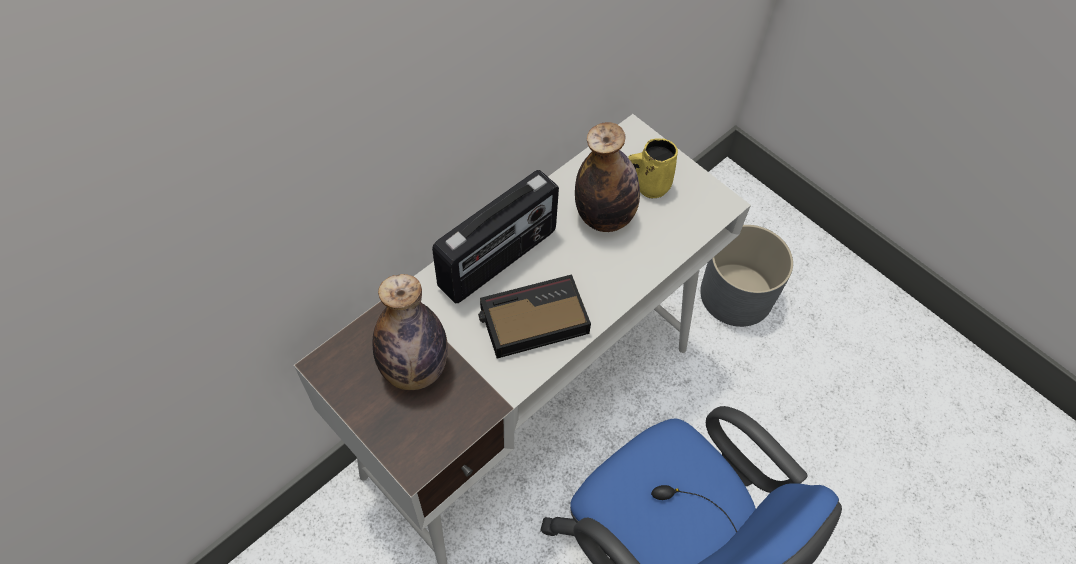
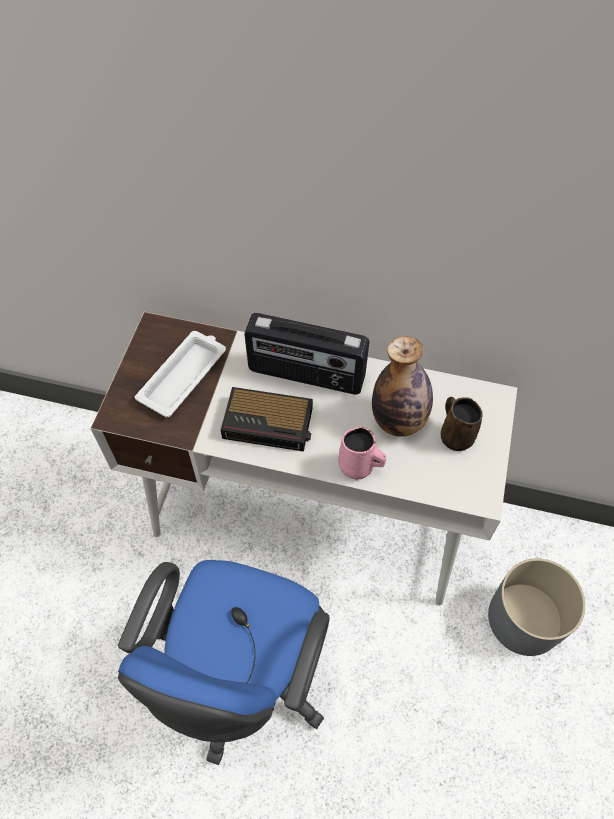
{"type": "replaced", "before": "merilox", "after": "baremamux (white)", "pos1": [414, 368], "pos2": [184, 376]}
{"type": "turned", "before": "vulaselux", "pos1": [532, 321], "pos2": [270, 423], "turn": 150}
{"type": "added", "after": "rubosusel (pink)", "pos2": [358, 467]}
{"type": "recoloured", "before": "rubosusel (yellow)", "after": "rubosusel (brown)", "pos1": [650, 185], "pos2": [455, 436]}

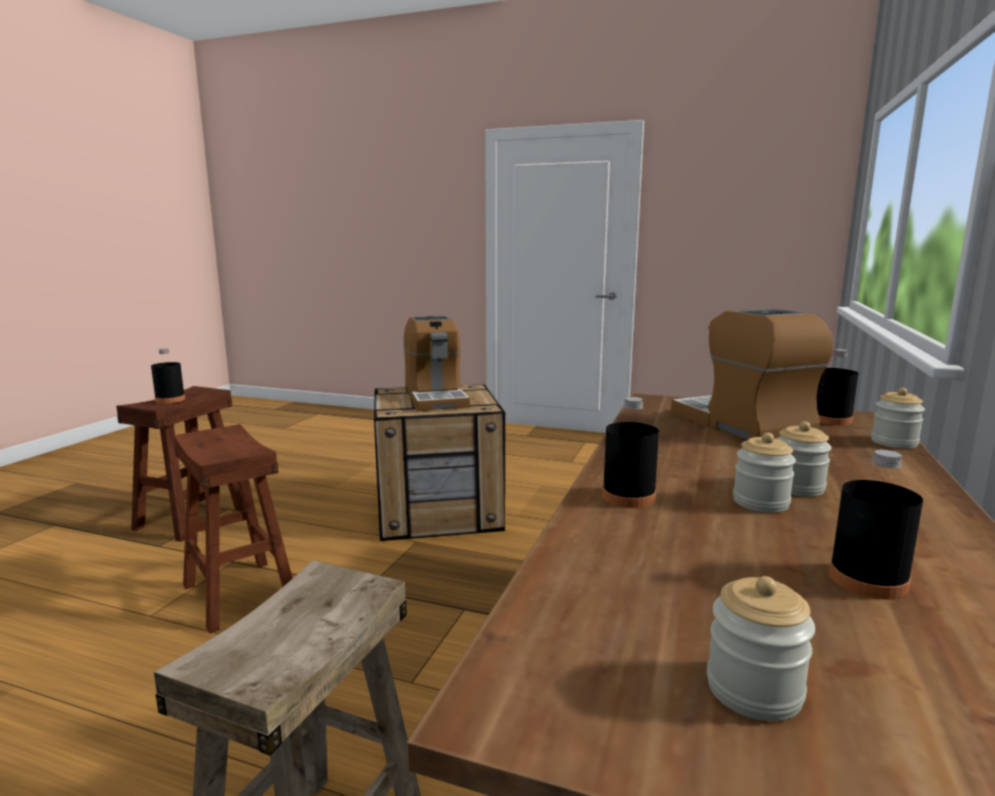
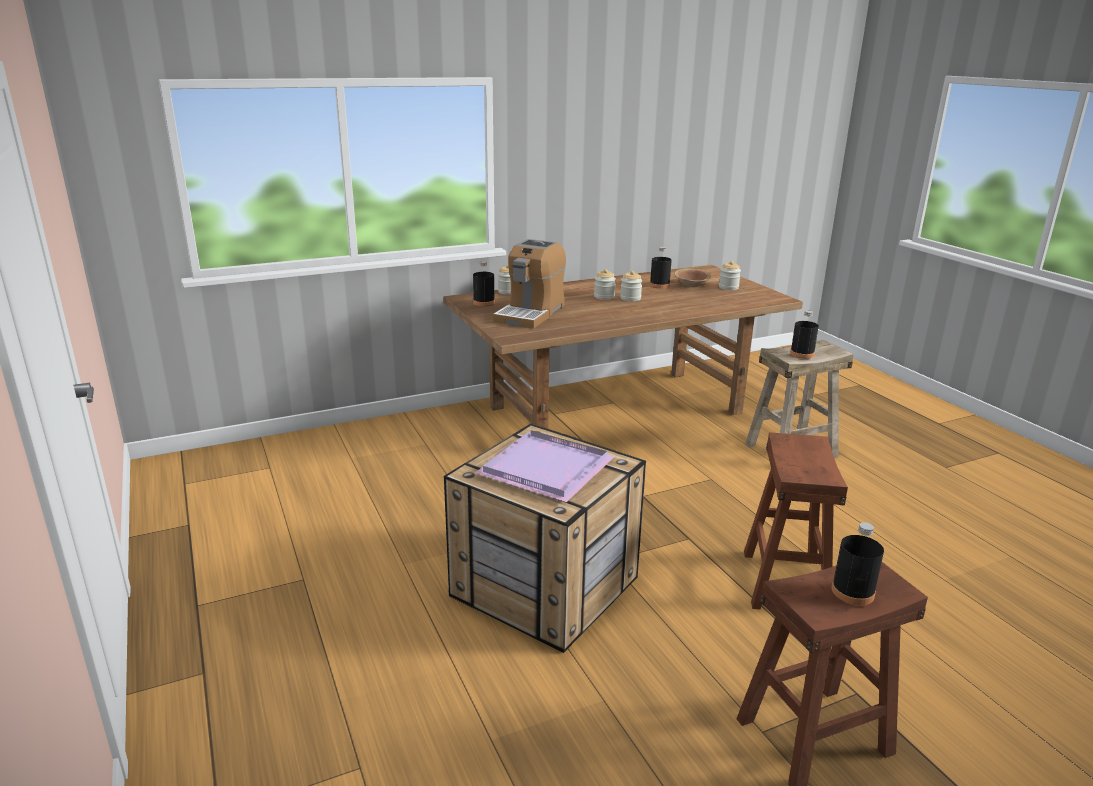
{"type": "replaced", "before": "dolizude", "after": "baremamux (purple)", "pos1": [435, 398], "pos2": [543, 469]}
{"type": "added", "after": "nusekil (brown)", "pos2": [691, 285]}
{"type": "moved", "before": "merilox (black)", "pos1": [628, 497], "pos2": [802, 354]}

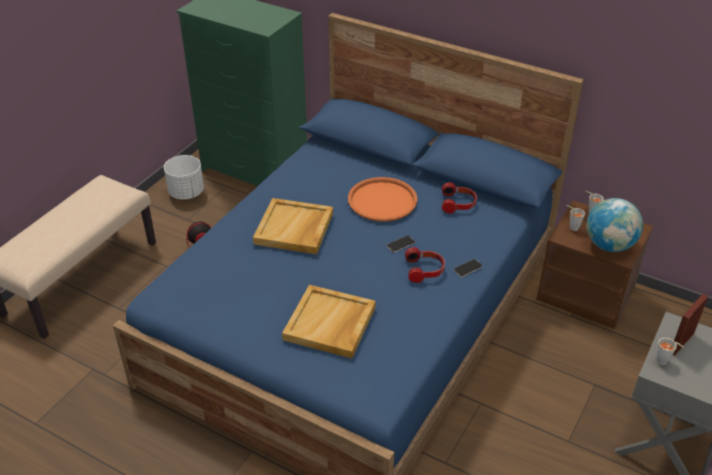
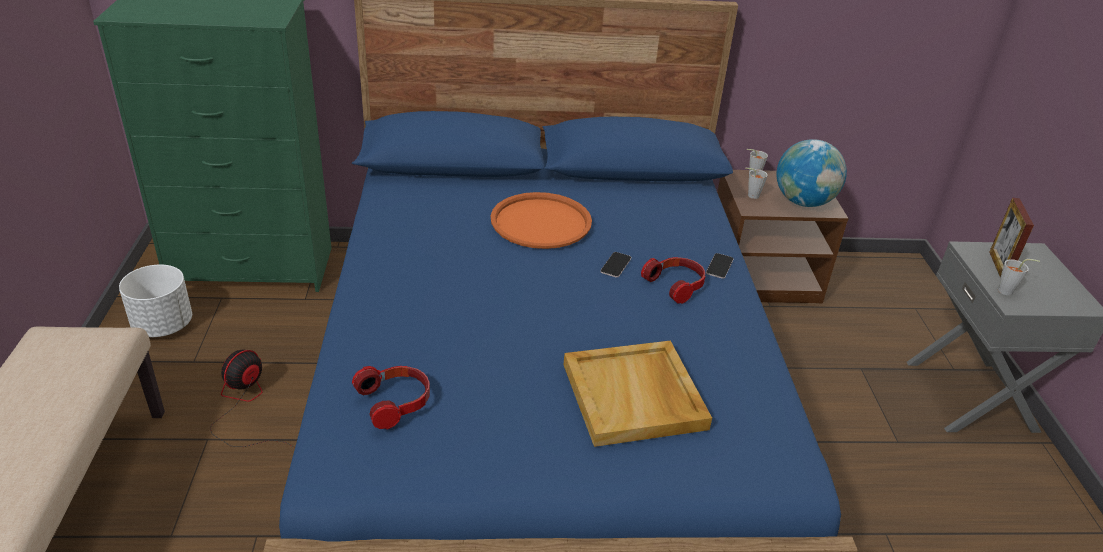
{"type": "moved", "before": "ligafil", "pos1": [458, 204], "pos2": [396, 402]}
{"type": "removed", "before": "baremamux (beige)", "pos1": [294, 229]}

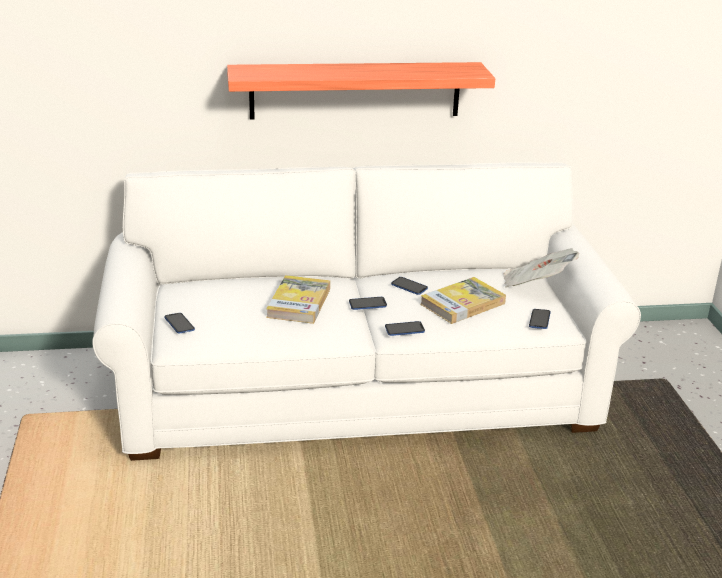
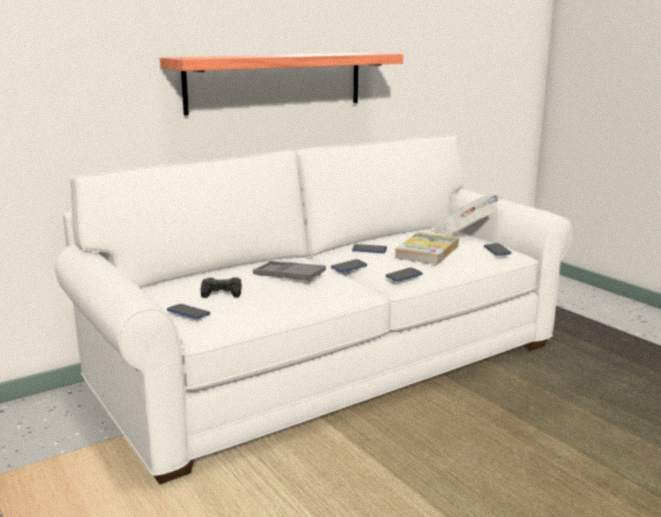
{"type": "added", "after": "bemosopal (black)", "pos2": [221, 293]}
{"type": "replaced", "before": "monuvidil", "after": "baremamux (grey)", "pos1": [299, 303], "pos2": [289, 276]}

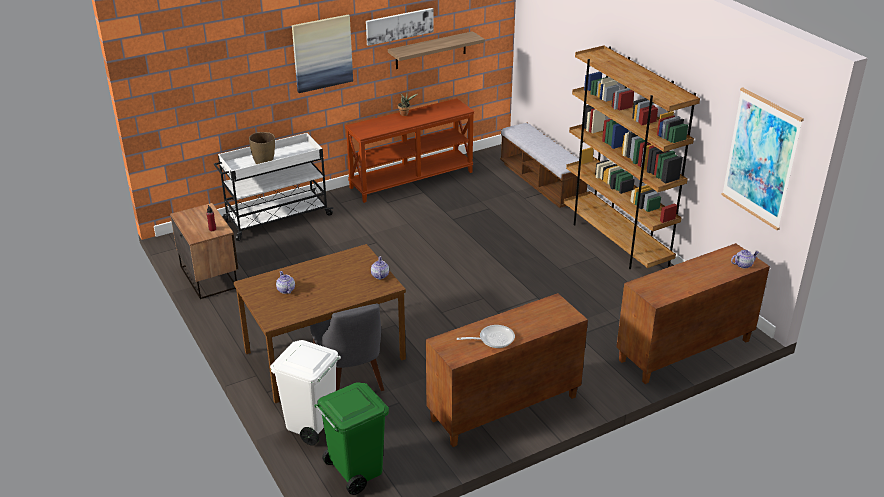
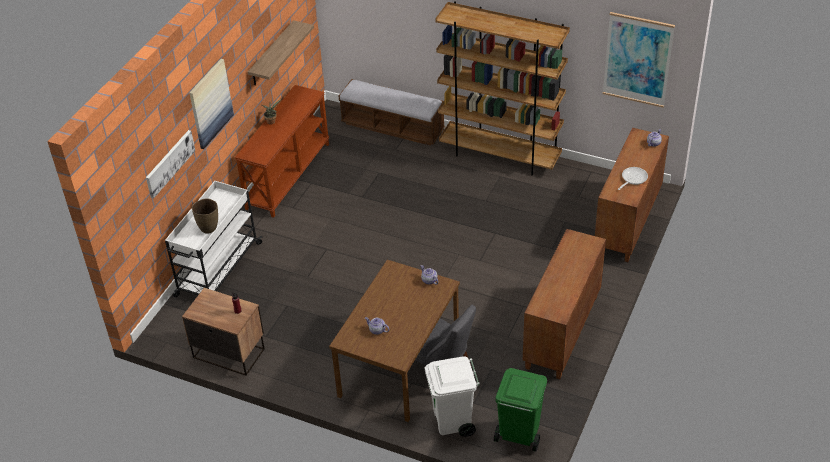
{"type": "moved", "before": "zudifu", "pos1": [399, 26], "pos2": [169, 163]}
{"type": "moved", "before": "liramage", "pos1": [493, 339], "pos2": [632, 179]}

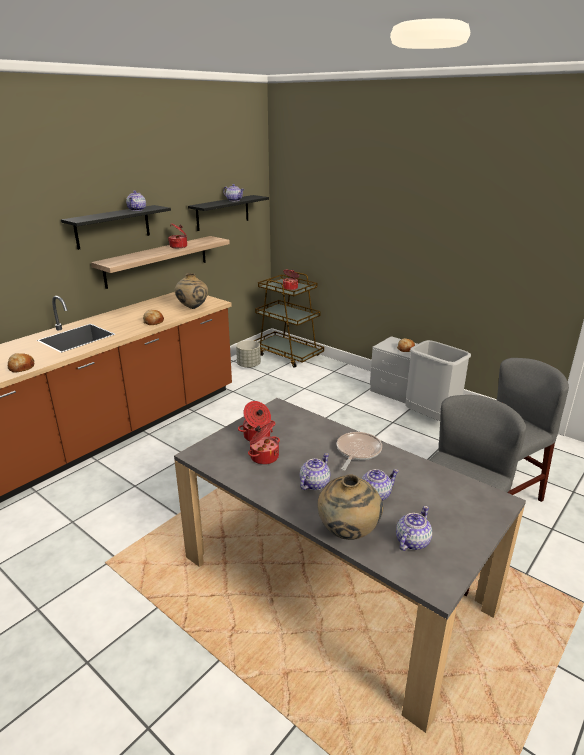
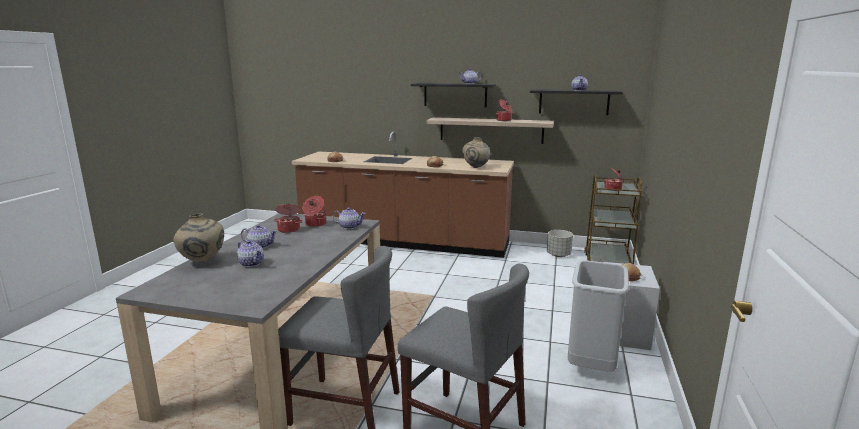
{"type": "moved", "before": "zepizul", "pos1": [412, 541], "pos2": [349, 226]}
{"type": "removed", "before": "liramage", "pos1": [357, 451]}

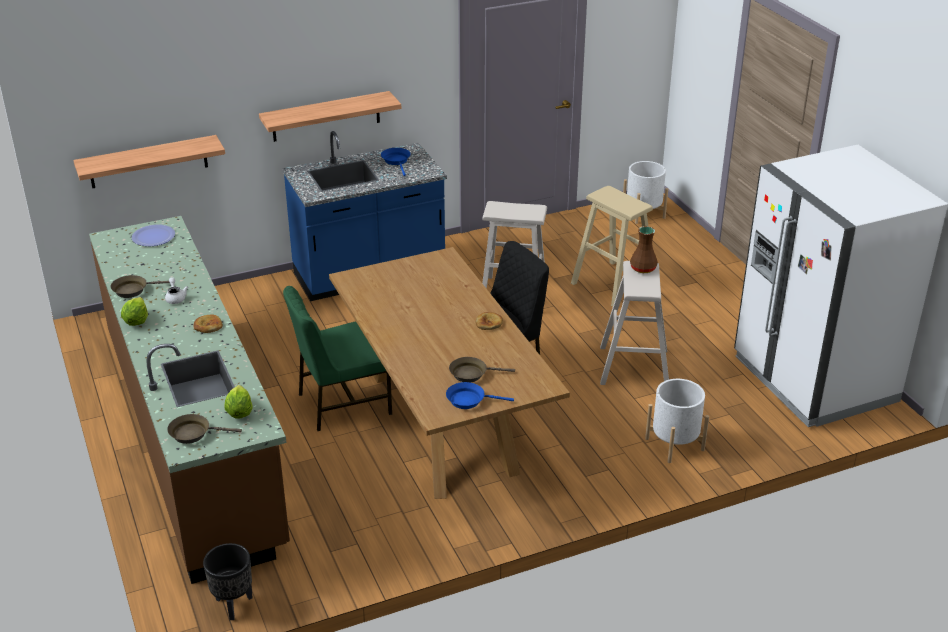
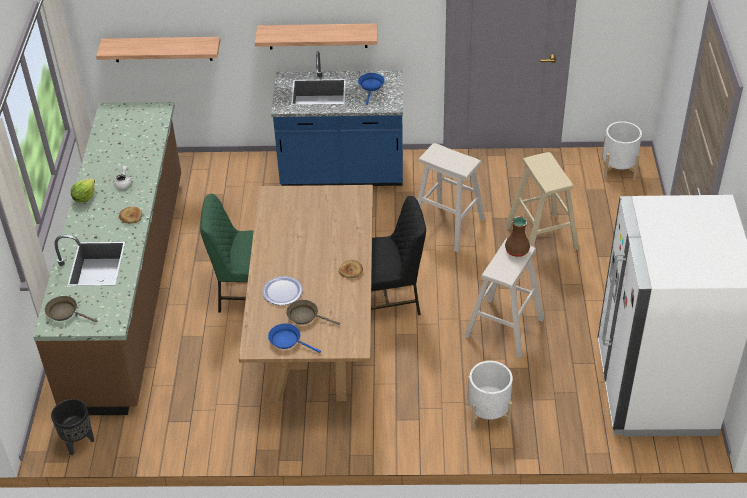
{"type": "moved", "before": "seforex", "pos1": [153, 237], "pos2": [282, 291]}
{"type": "removed", "before": "liramage (brown)", "pos1": [133, 290]}
{"type": "removed", "before": "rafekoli", "pos1": [239, 412]}

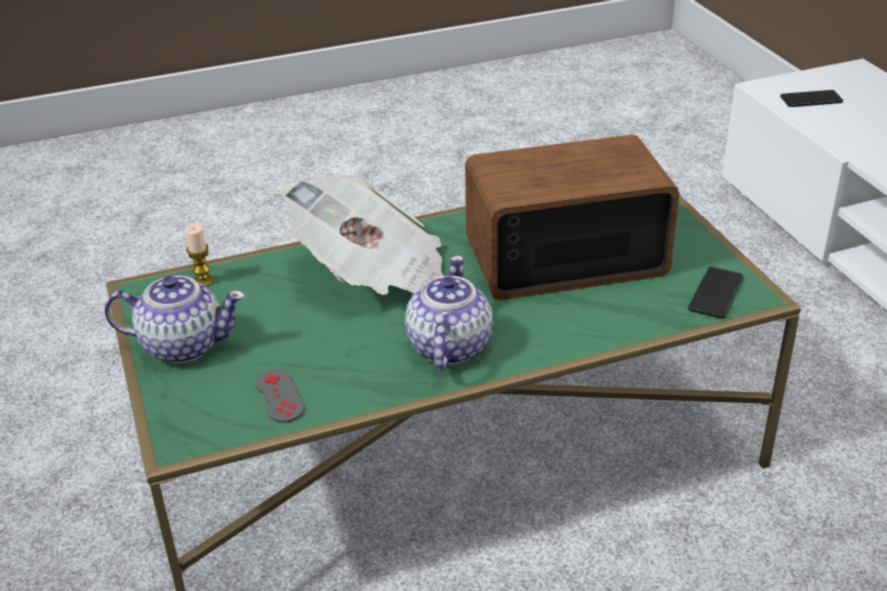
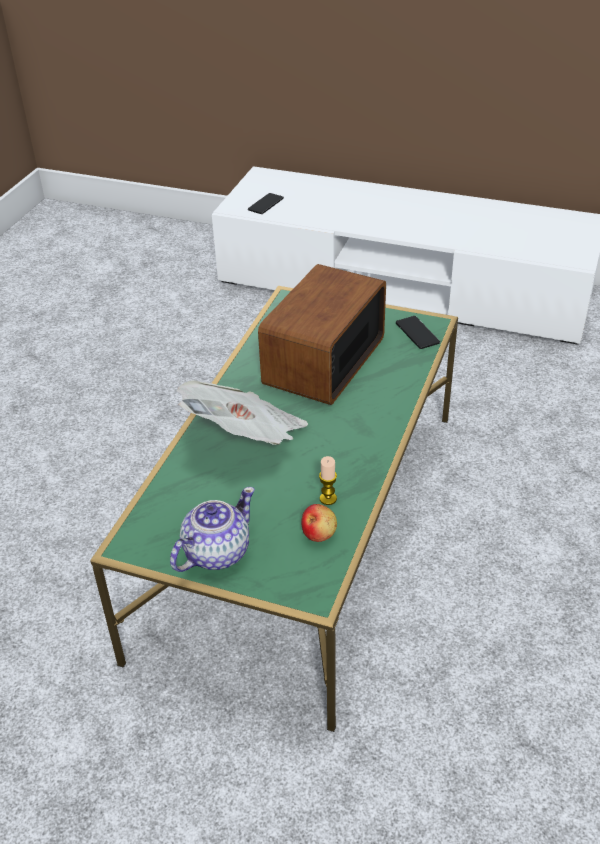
{"type": "replaced", "before": "bemosopal (grey)", "after": "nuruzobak", "pos1": [279, 396], "pos2": [319, 533]}
{"type": "moved", "before": "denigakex", "pos1": [203, 281], "pos2": [328, 498]}
{"type": "removed", "before": "zepizul", "pos1": [448, 347]}

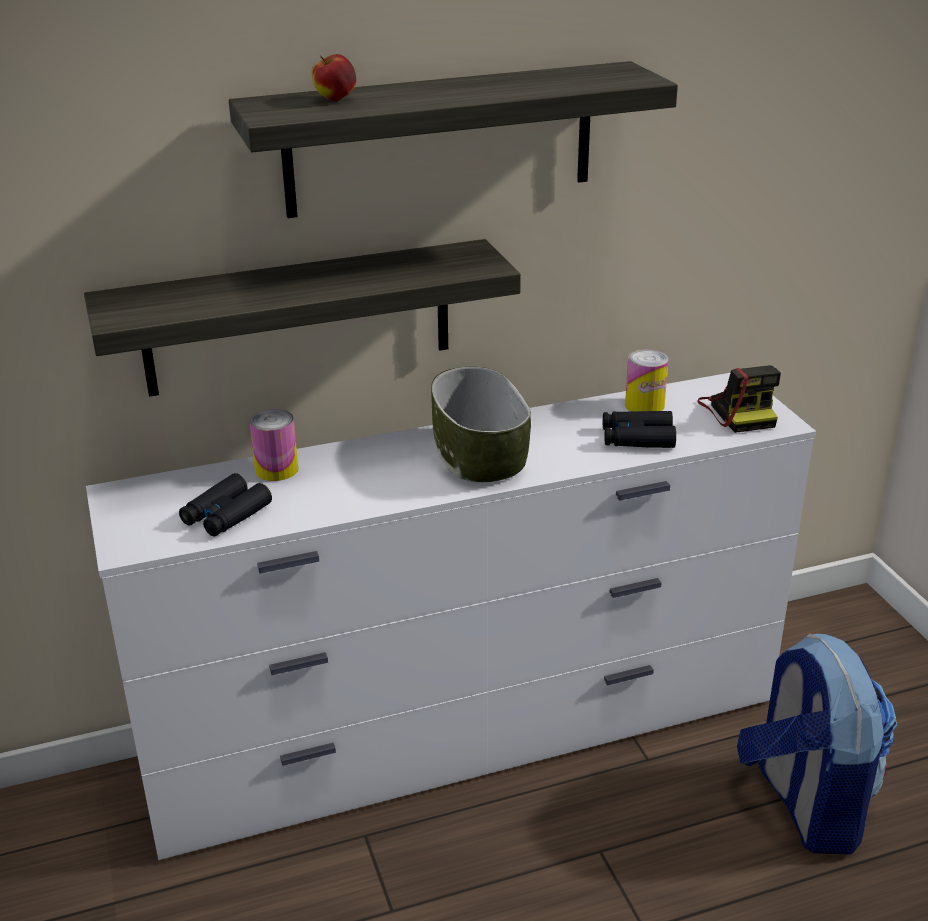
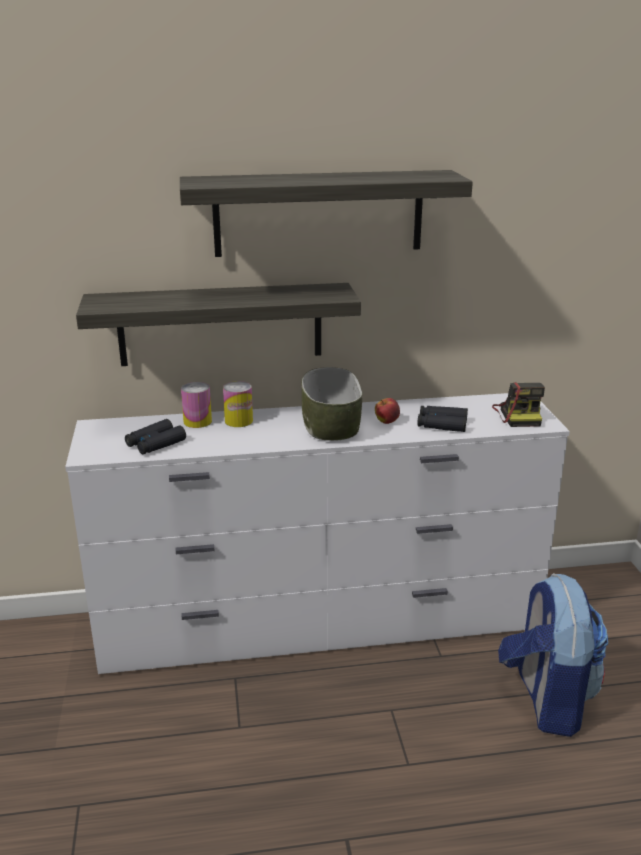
{"type": "moved", "before": "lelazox", "pos1": [644, 405], "pos2": [238, 421]}
{"type": "moved", "before": "nuruzobak", "pos1": [335, 99], "pos2": [386, 422]}

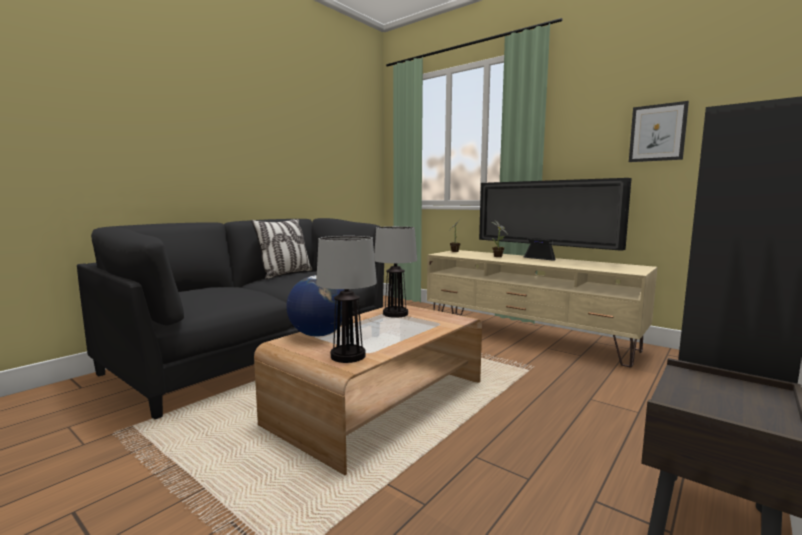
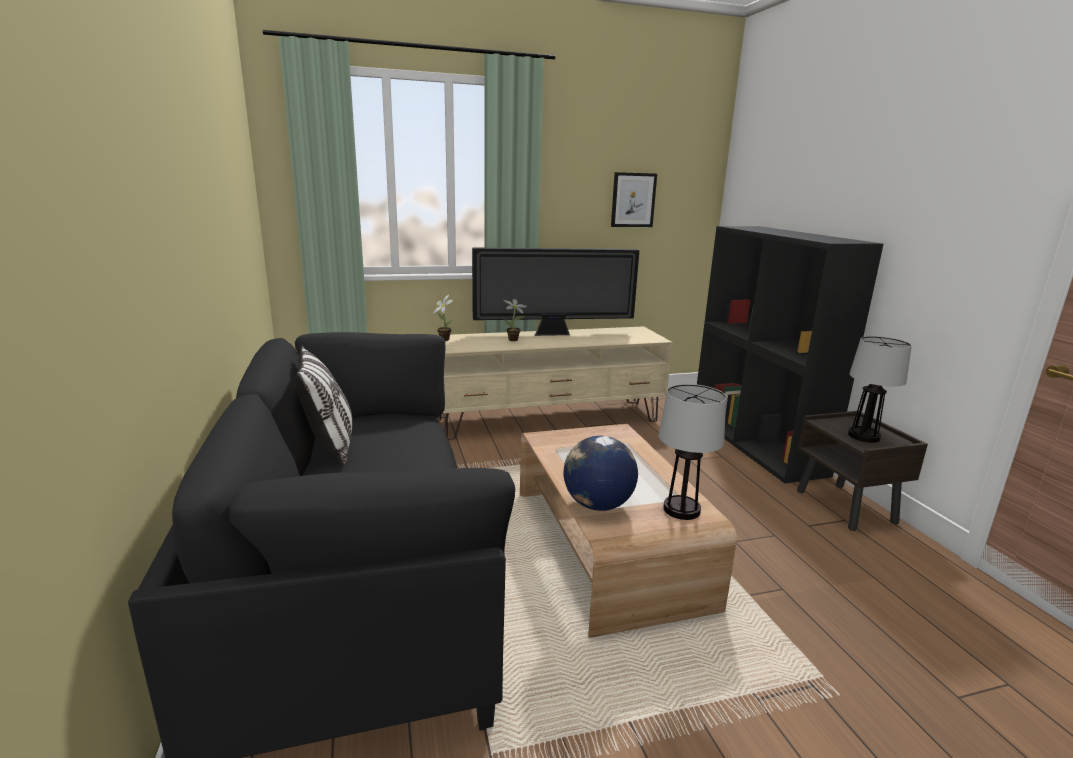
{"type": "moved", "before": "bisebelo", "pos1": [396, 314], "pos2": [863, 436]}

